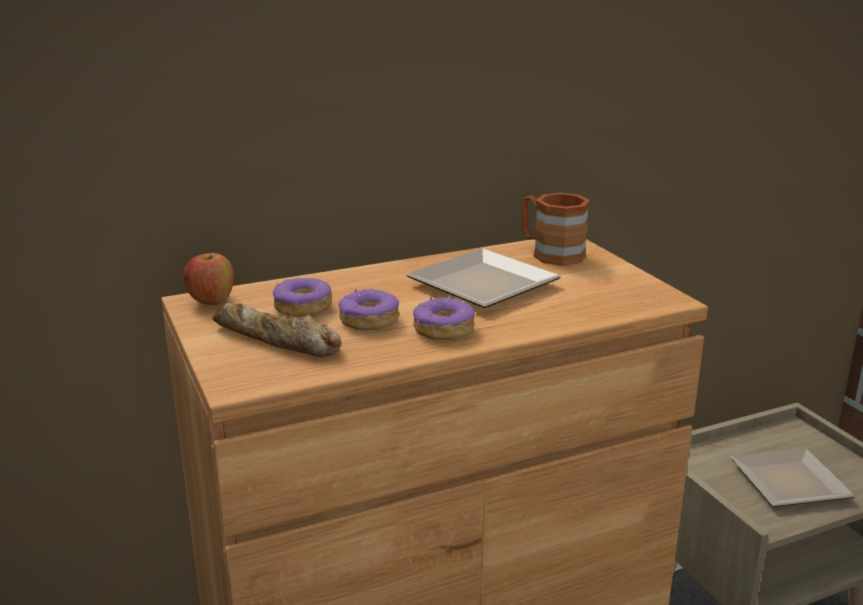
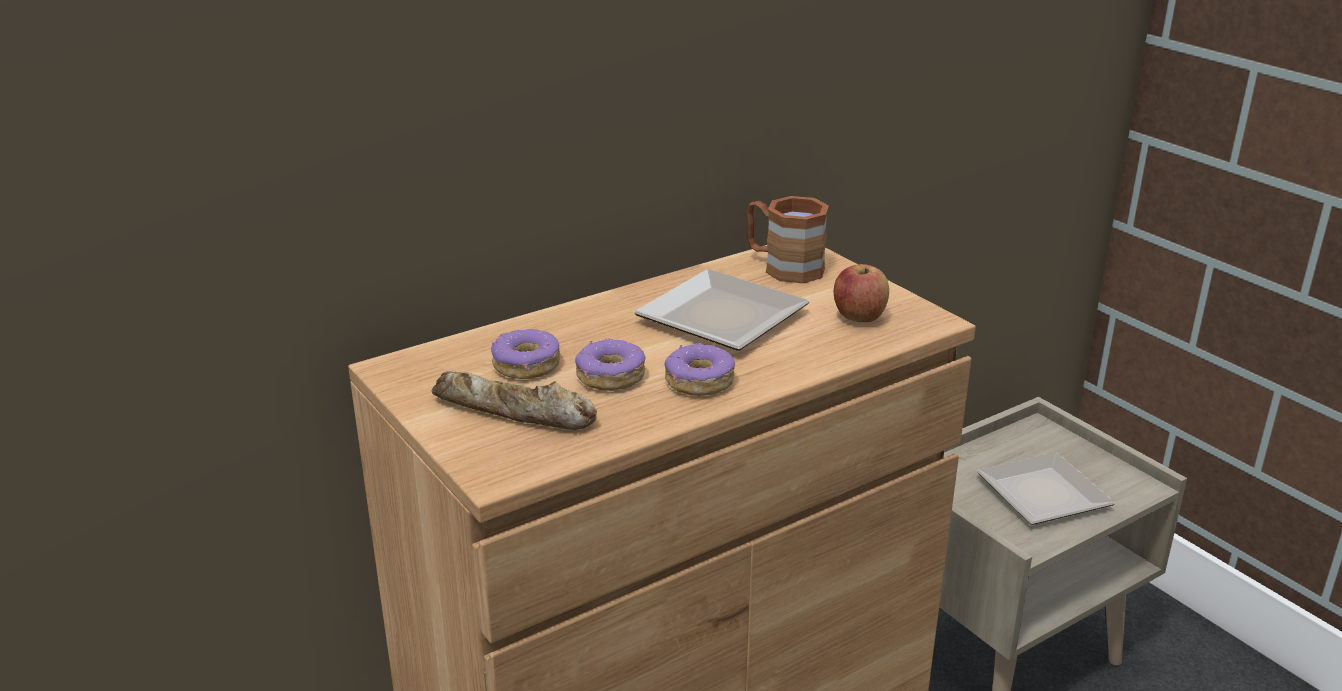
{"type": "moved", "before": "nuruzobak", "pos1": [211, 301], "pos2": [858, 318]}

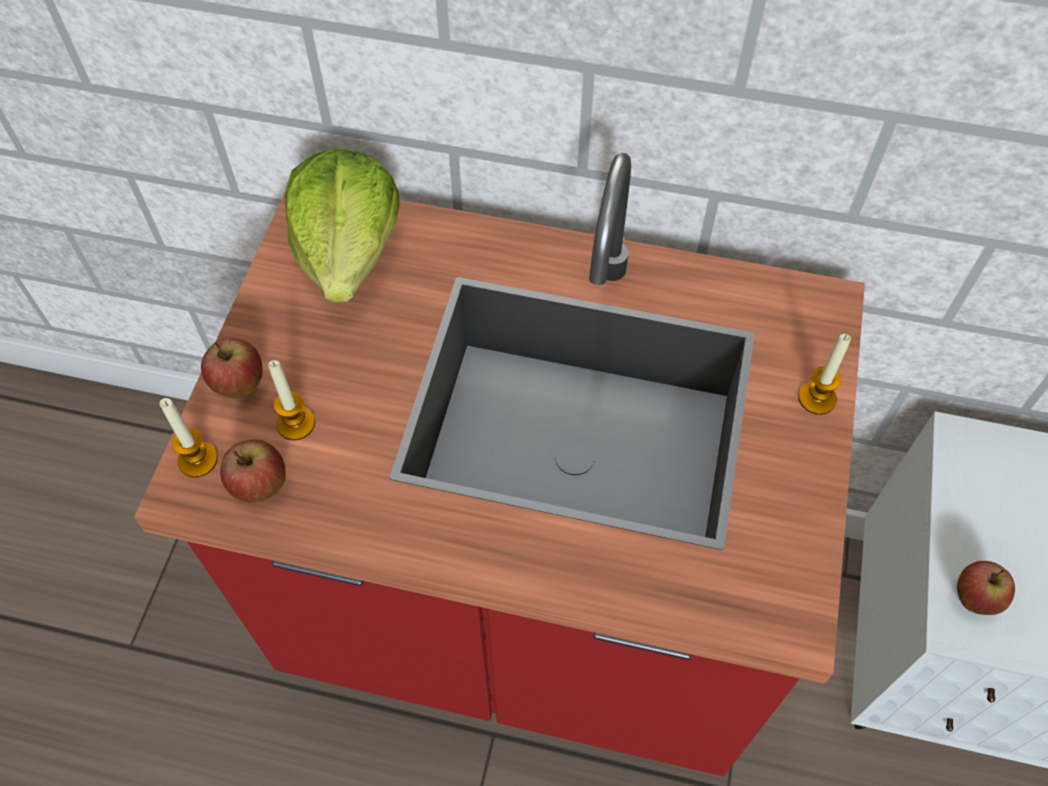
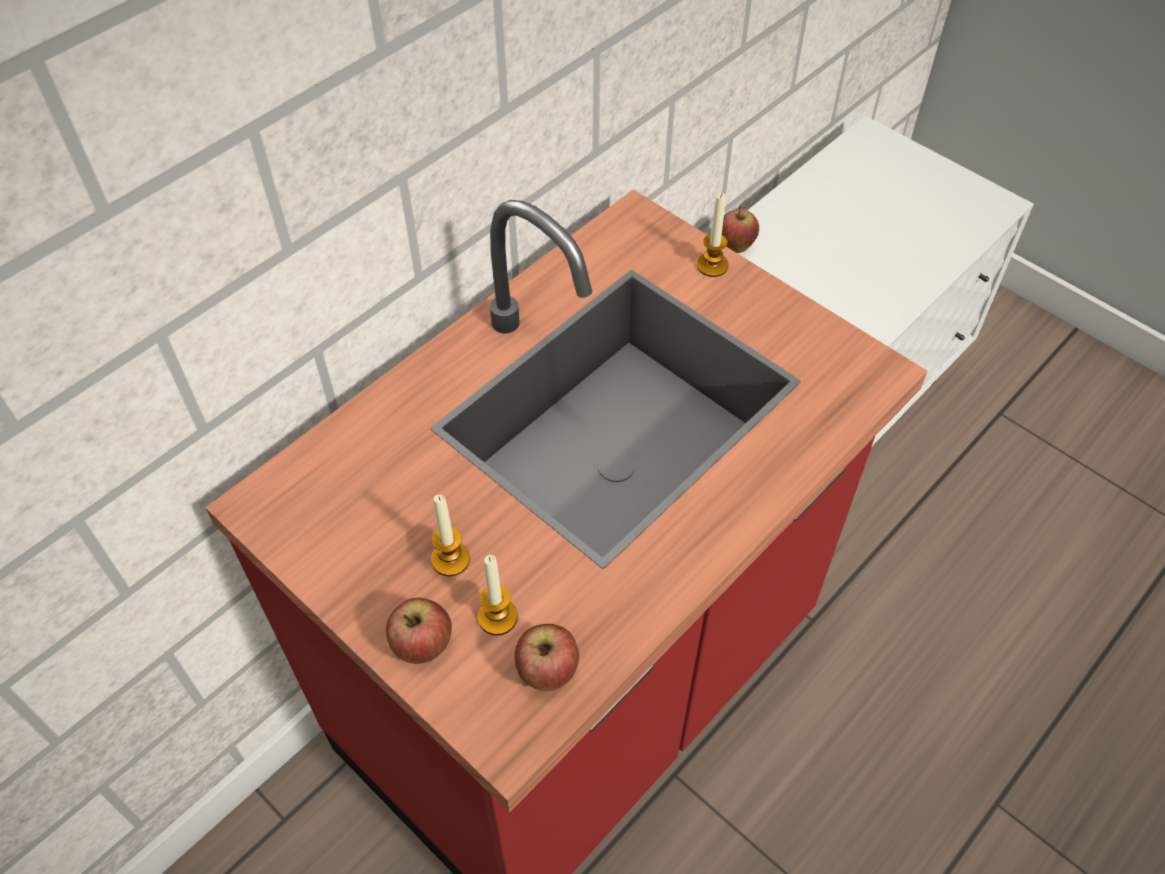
{"type": "moved", "before": "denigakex", "pos1": [198, 460], "pos2": [450, 559]}
{"type": "moved", "before": "nuruzobak", "pos1": [973, 599], "pos2": [736, 246]}
{"type": "removed", "before": "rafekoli", "pos1": [348, 252]}

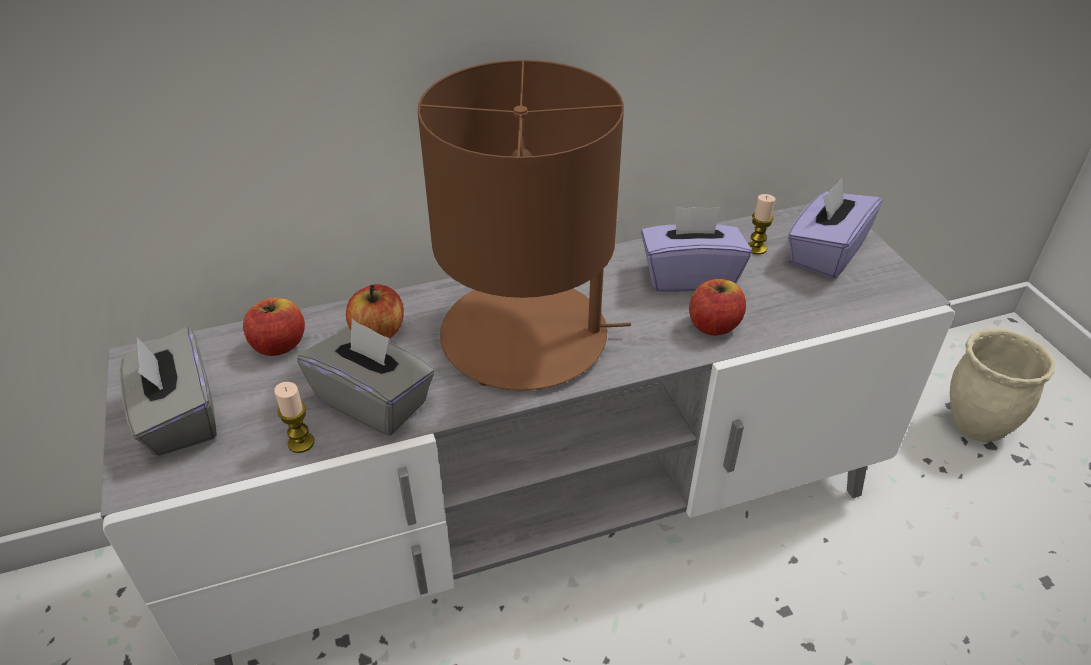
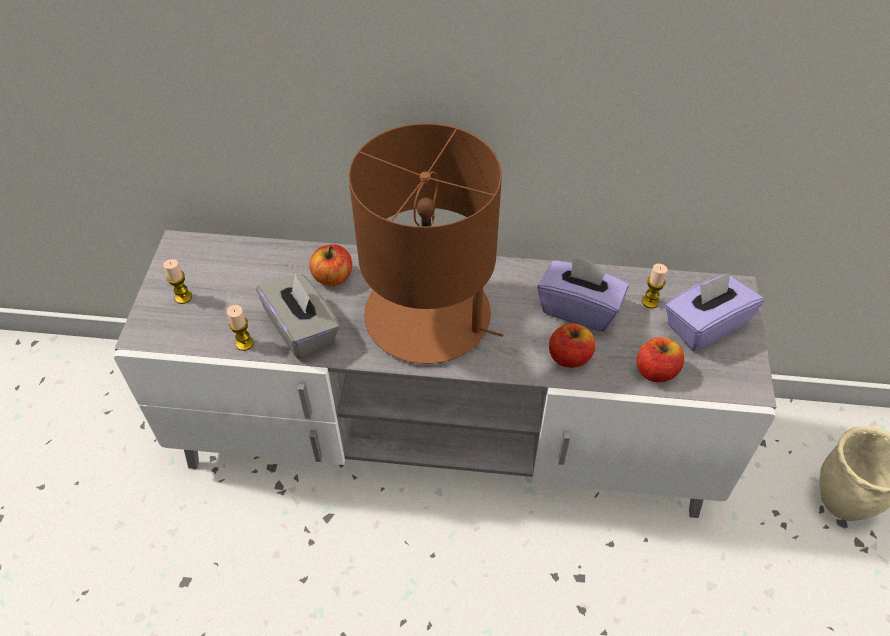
{"type": "replaced", "before": "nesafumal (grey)", "after": "denigakex", "pos1": [178, 417], "pos2": [183, 297]}
{"type": "moved", "before": "nuruzobak", "pos1": [279, 345], "pos2": [655, 371]}

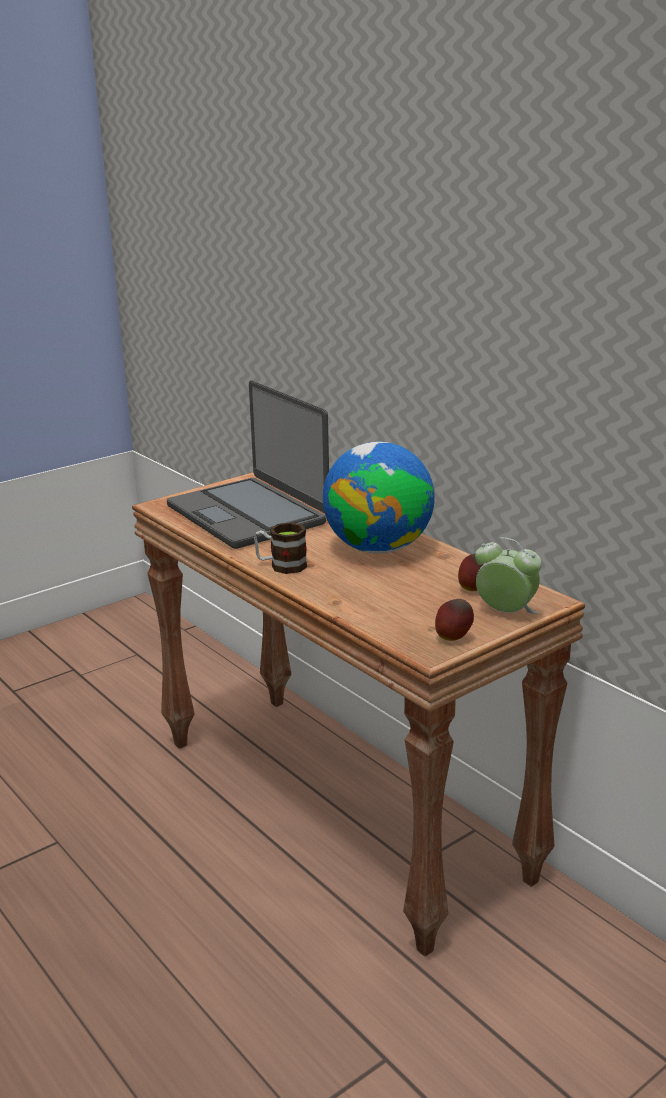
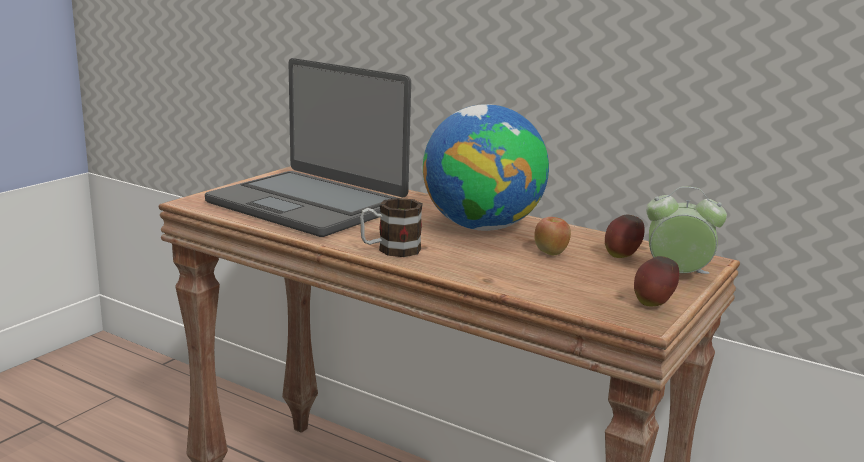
{"type": "added", "after": "nuruzobak", "pos2": [551, 253]}

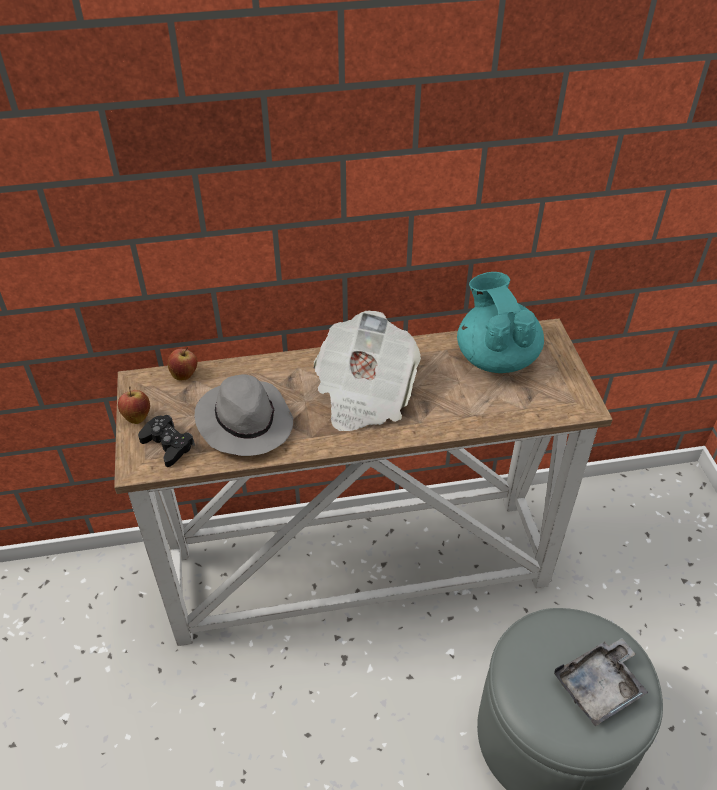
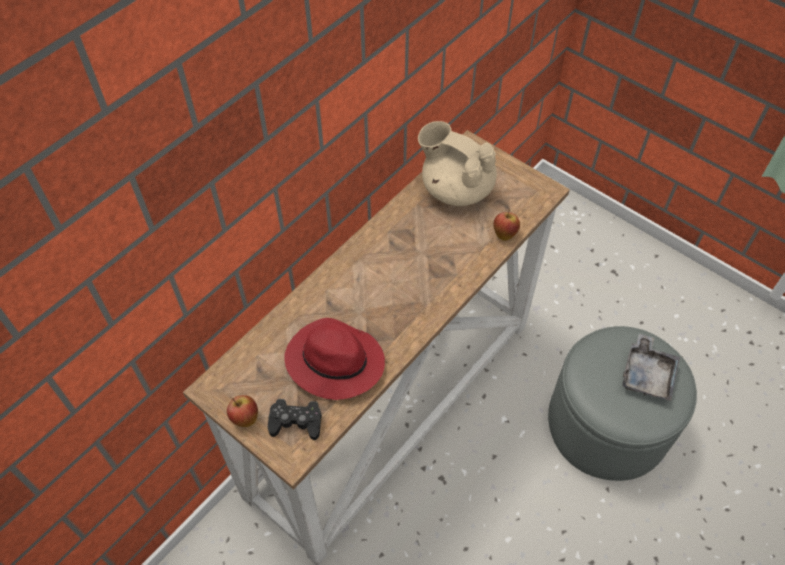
{"type": "recoloured", "before": "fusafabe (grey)", "after": "fusafabe (red)", "pos1": [244, 421], "pos2": [333, 362]}
{"type": "recoloured", "before": "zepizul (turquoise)", "after": "zepizul (beige)", "pos1": [496, 357], "pos2": [456, 188]}
{"type": "moved", "before": "nuruzobak", "pos1": [185, 375], "pos2": [504, 233]}
{"type": "removed", "before": "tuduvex", "pos1": [364, 394]}

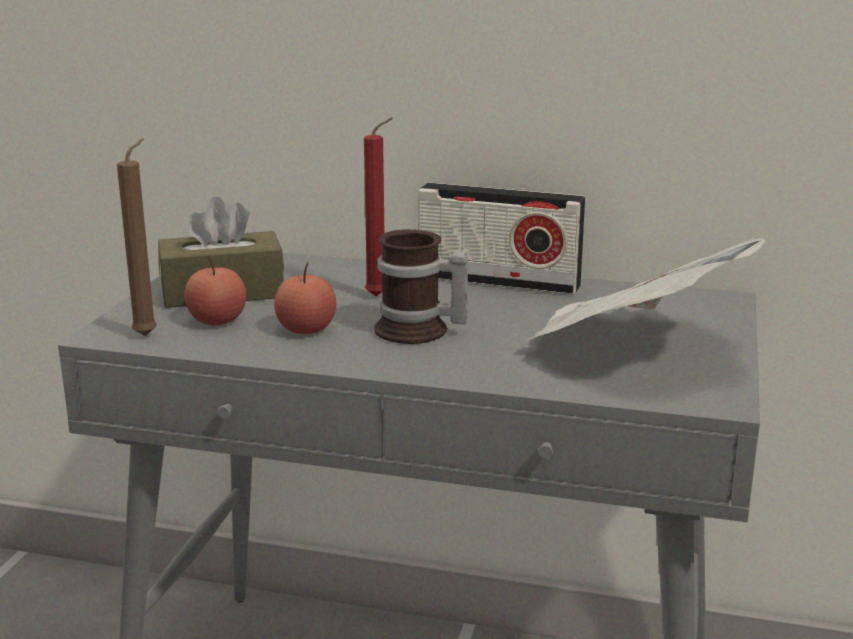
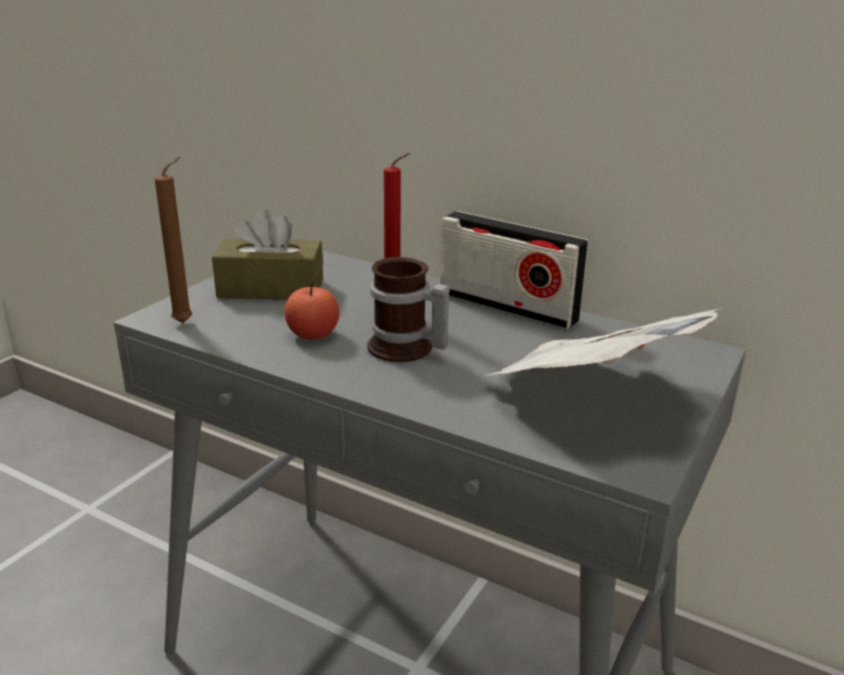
{"type": "removed", "before": "nuruzobak", "pos1": [217, 321]}

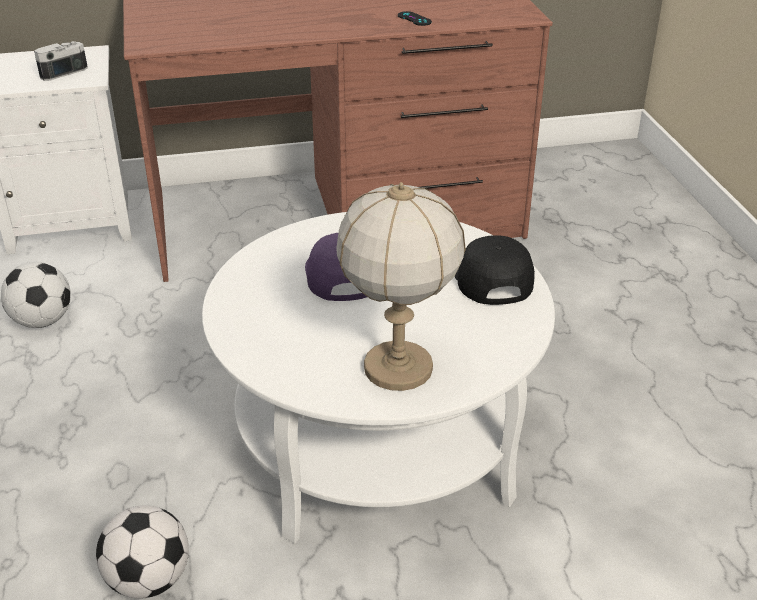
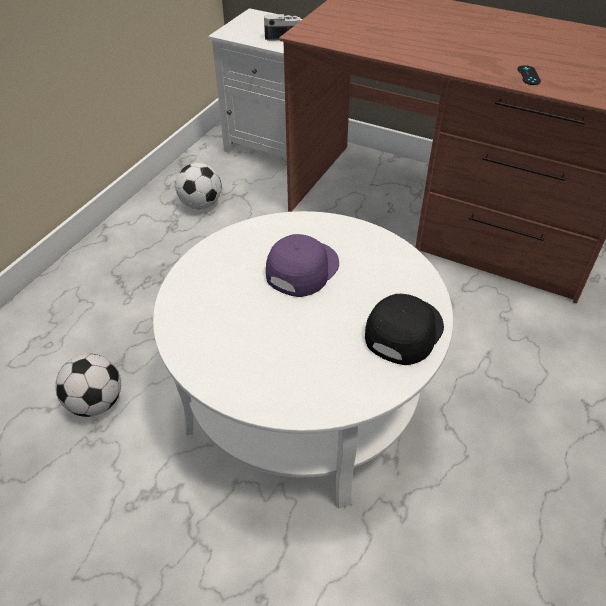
{"type": "removed", "before": "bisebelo", "pos1": [397, 367]}

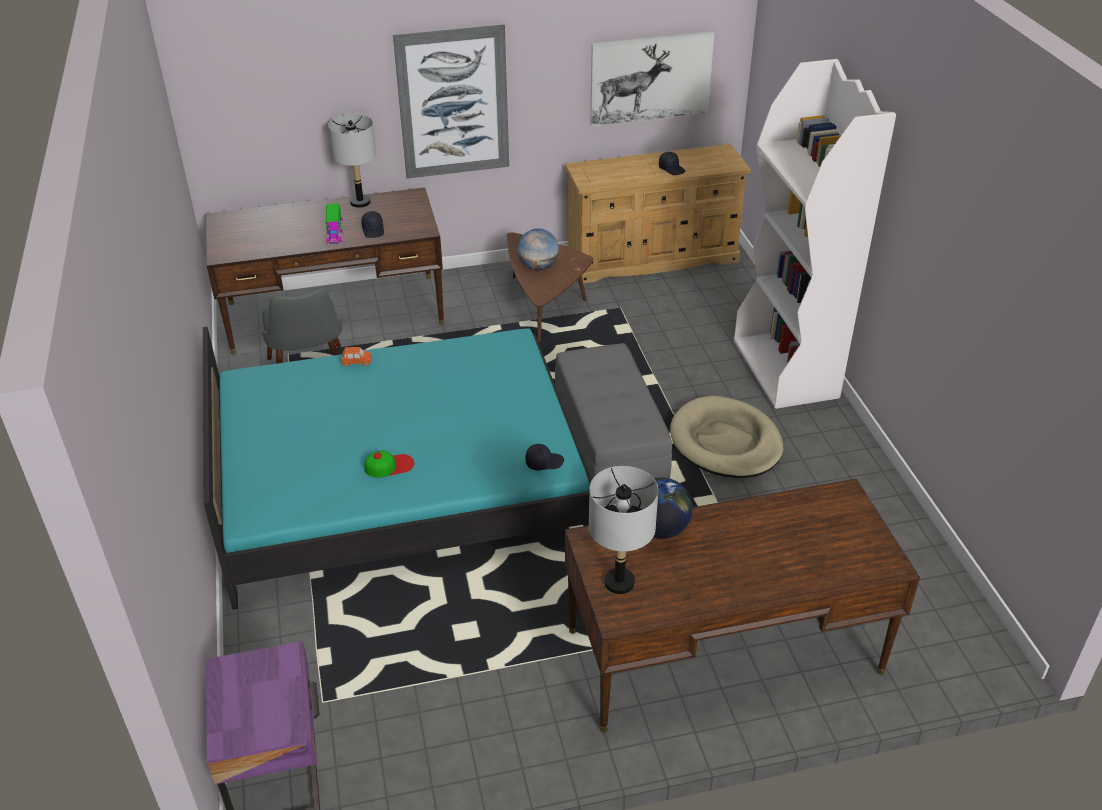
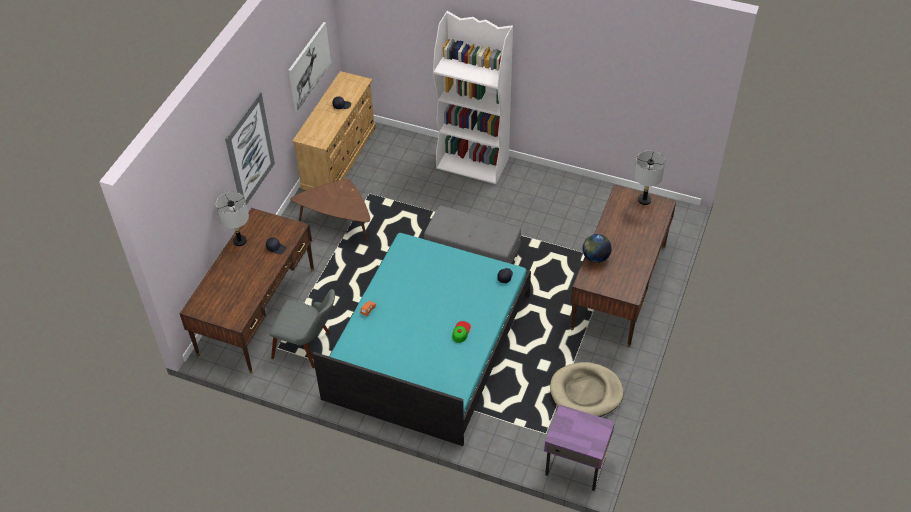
{"type": "moved", "before": "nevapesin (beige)", "pos1": [725, 442], "pos2": [586, 392]}
{"type": "moved", "before": "bisebelo (grey)", "pos1": [619, 582], "pos2": [644, 200]}
{"type": "removed", "before": "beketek", "pos1": [334, 232]}
{"type": "removed", "before": "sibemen", "pos1": [538, 267]}

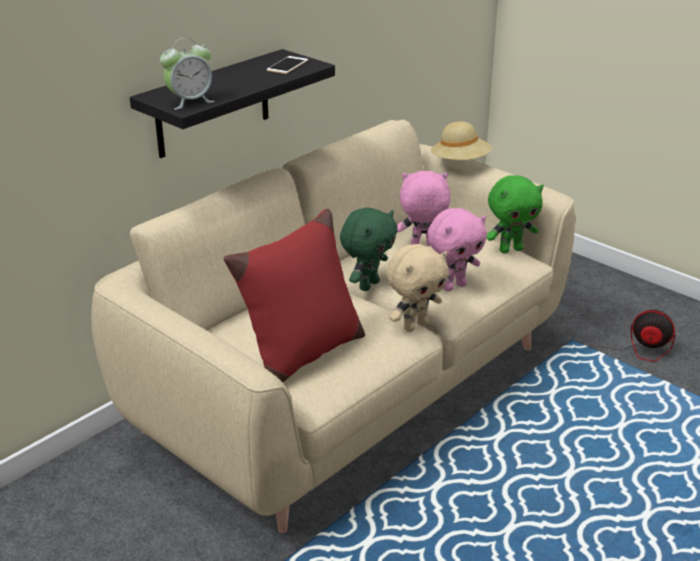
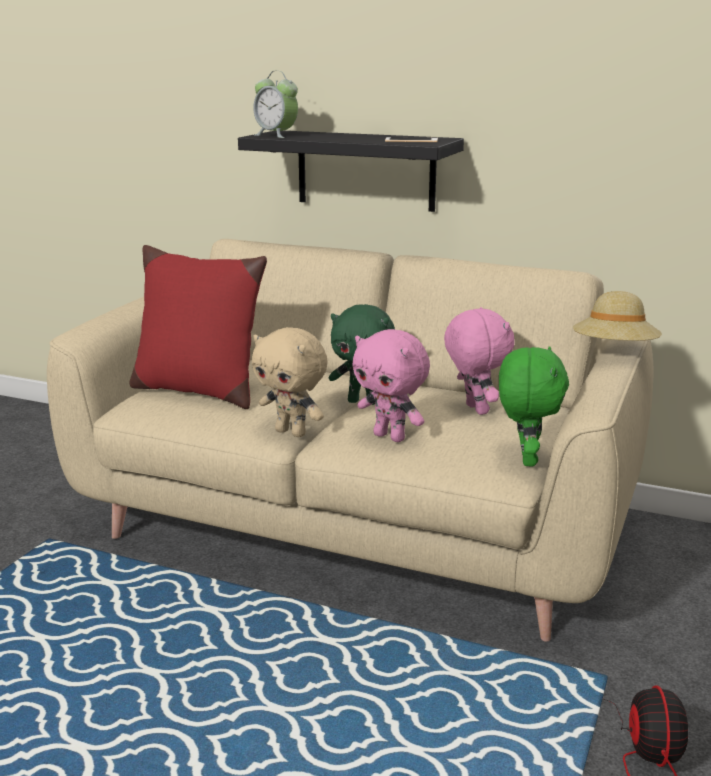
{"type": "turned", "before": "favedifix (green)", "pos1": [510, 249], "pos2": [525, 459], "turn": -135}

